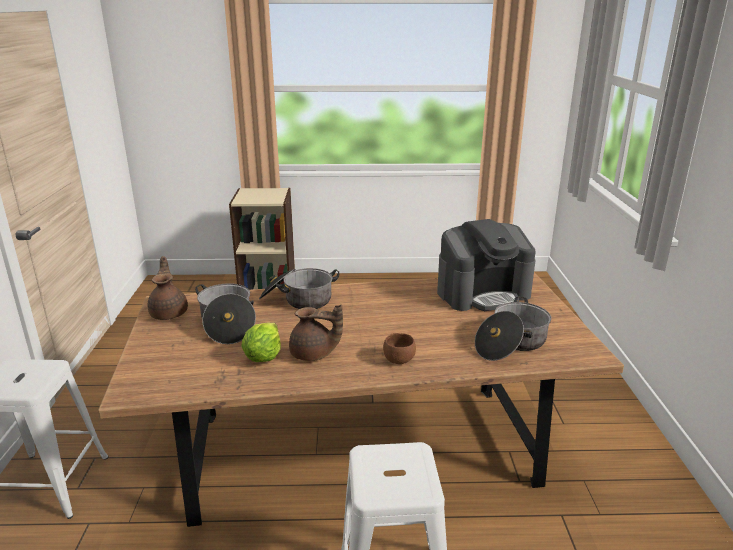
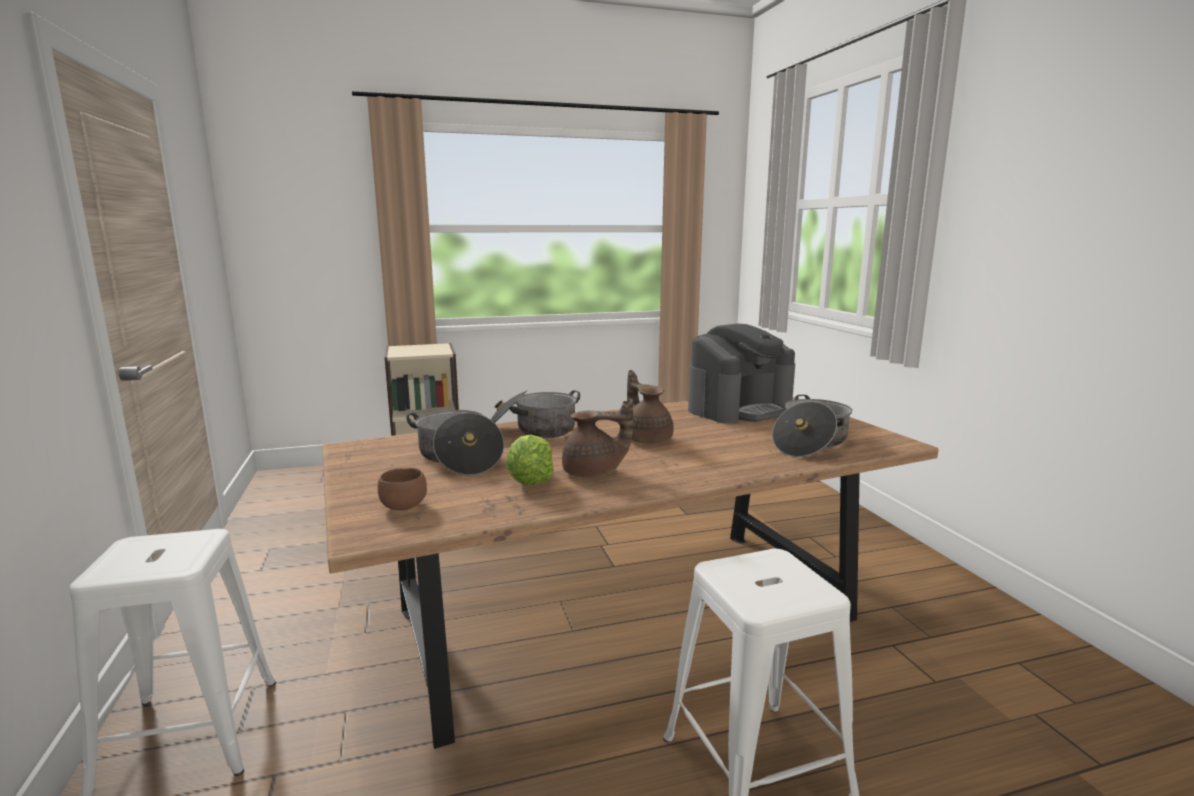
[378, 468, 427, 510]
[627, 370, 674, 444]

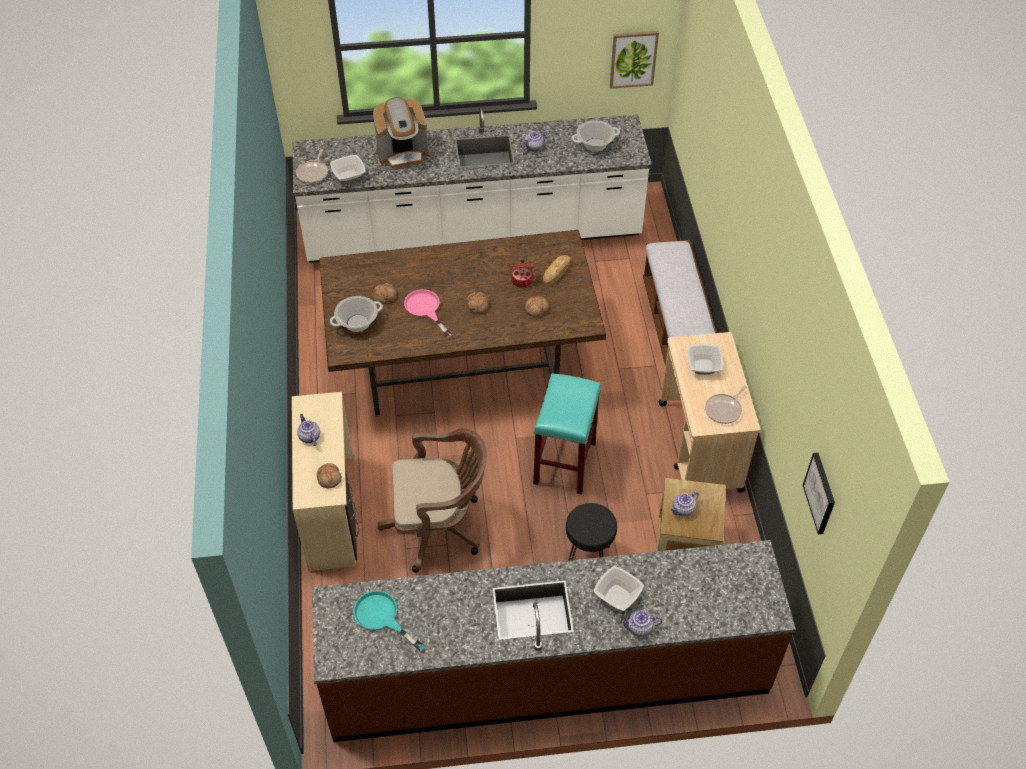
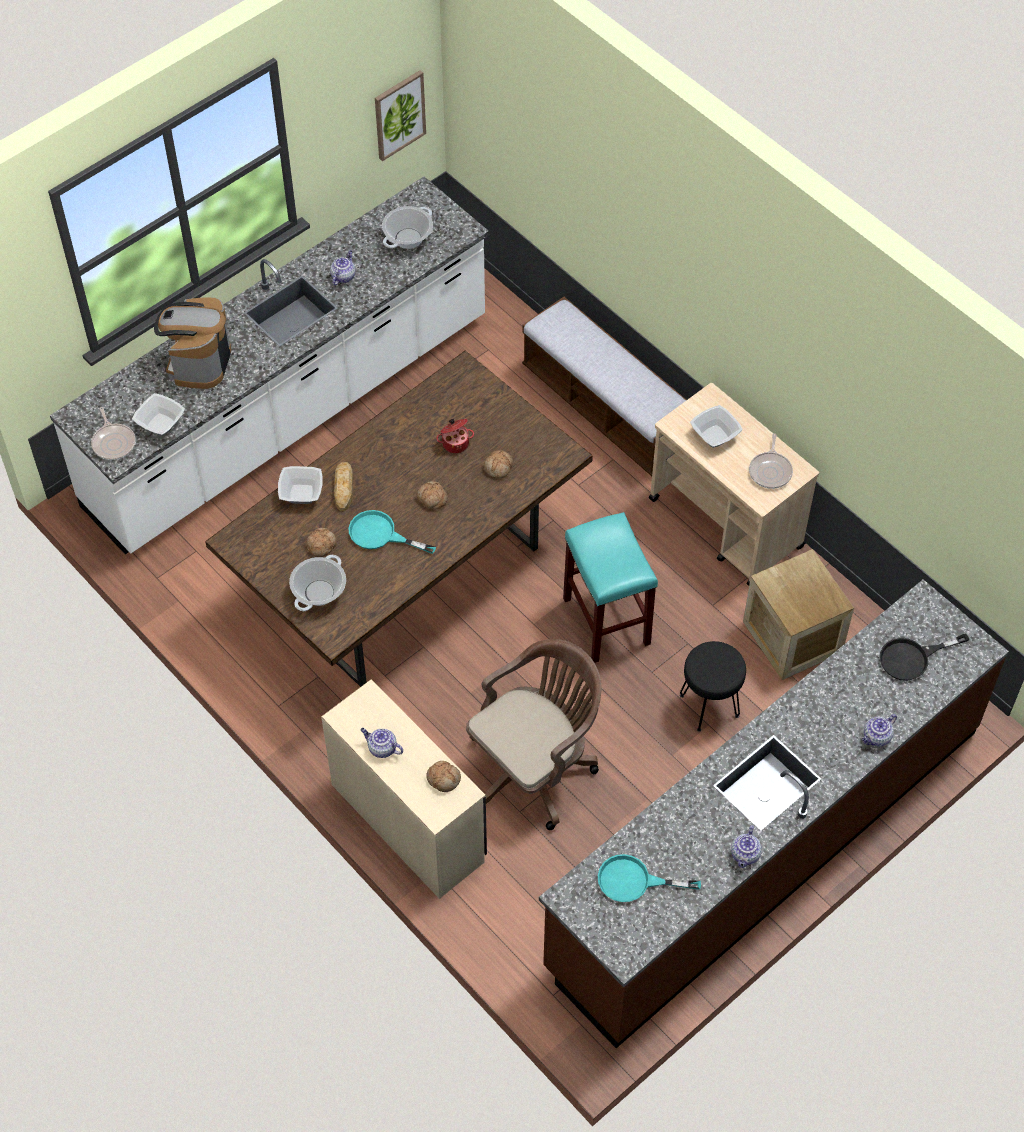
[154, 298, 231, 389]
[278, 466, 322, 504]
[334, 462, 353, 511]
[348, 510, 436, 554]
[731, 825, 762, 868]
[880, 633, 970, 681]
[803, 453, 835, 535] (first image)

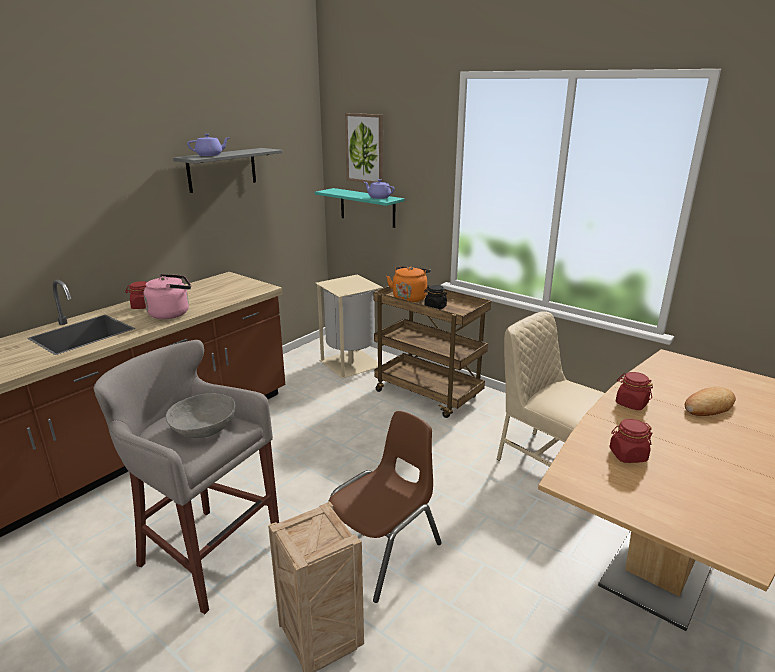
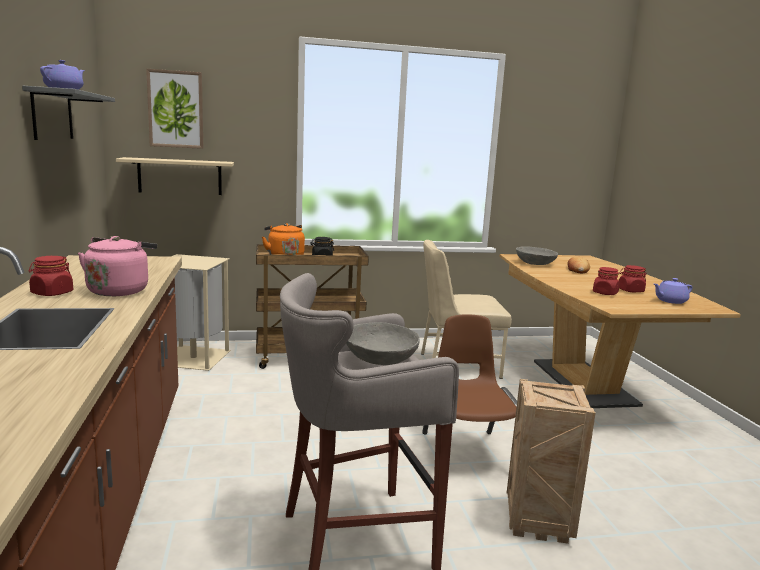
[116, 157, 234, 195]
[516, 246, 558, 265]
[619, 265, 647, 293]
[654, 278, 693, 304]

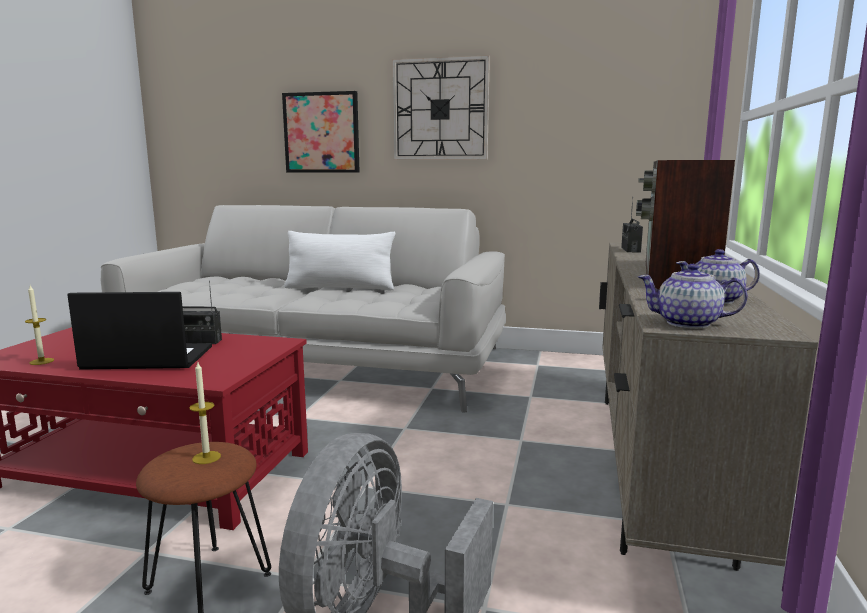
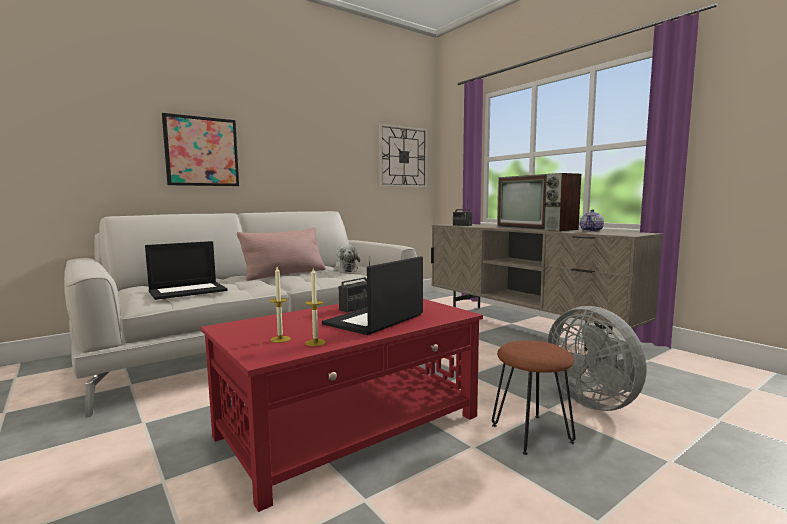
[145, 241, 228, 300]
[237, 227, 326, 281]
[270, 267, 291, 343]
[334, 245, 360, 273]
[379, 123, 427, 187]
[638, 264, 748, 329] (first image)

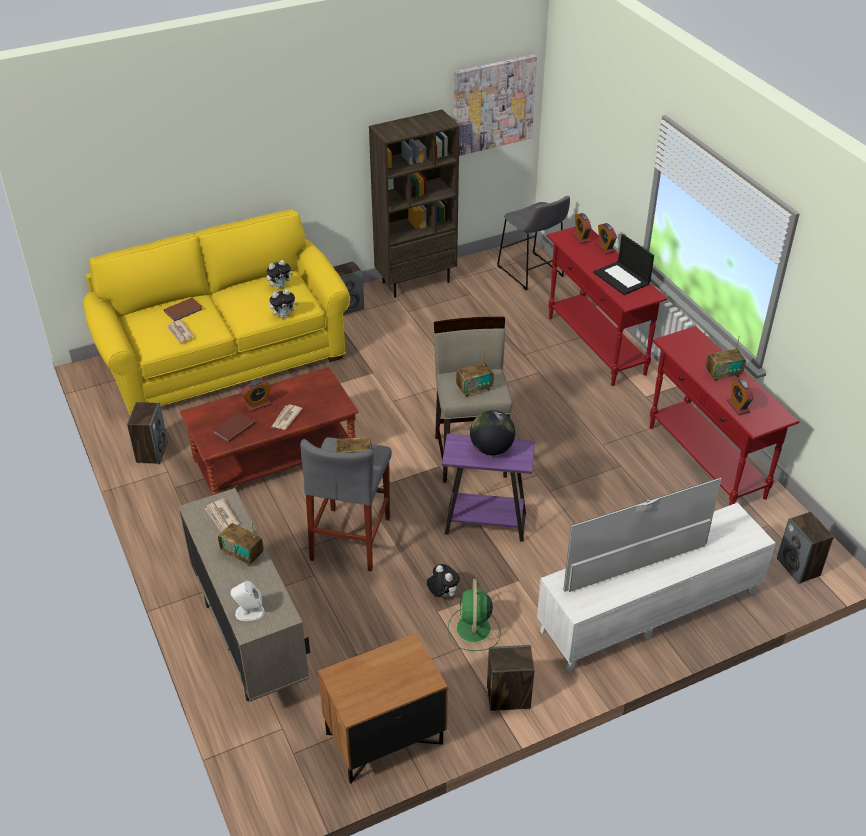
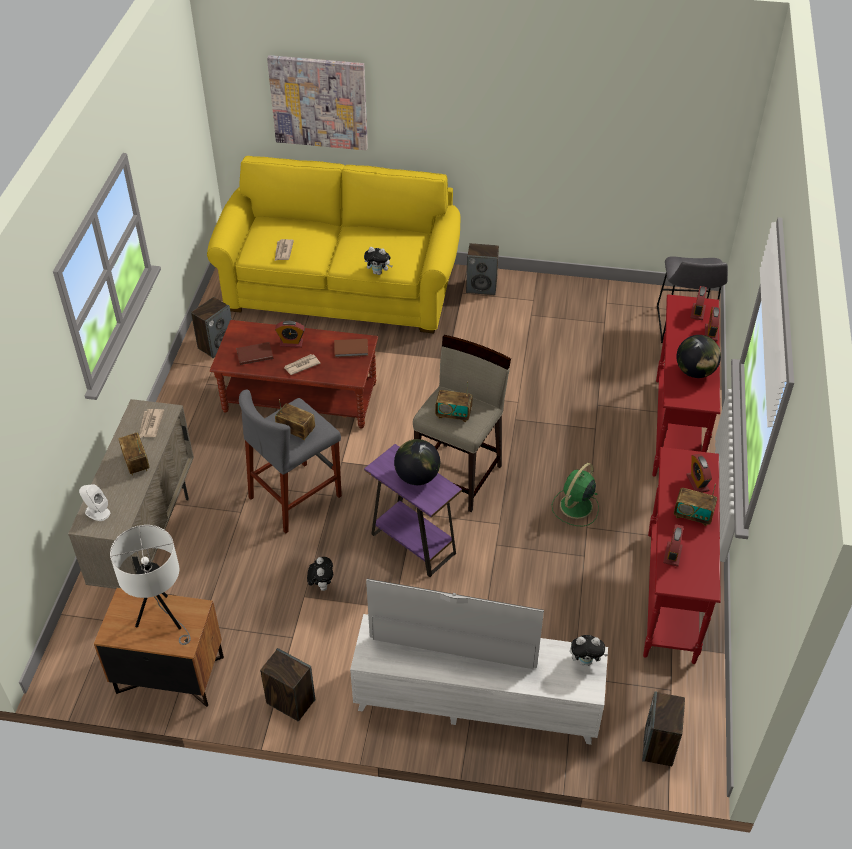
[110, 525, 191, 645]
[267, 55, 368, 150]
[334, 339, 368, 357]
[552, 463, 599, 526]
[570, 635, 608, 666]
[676, 335, 721, 378]
[686, 454, 712, 492]
[369, 109, 460, 298] (first image)

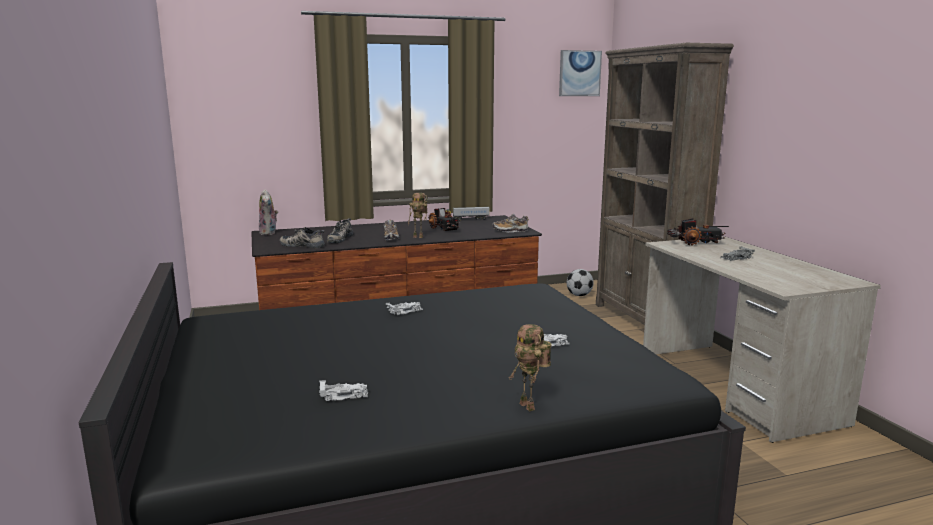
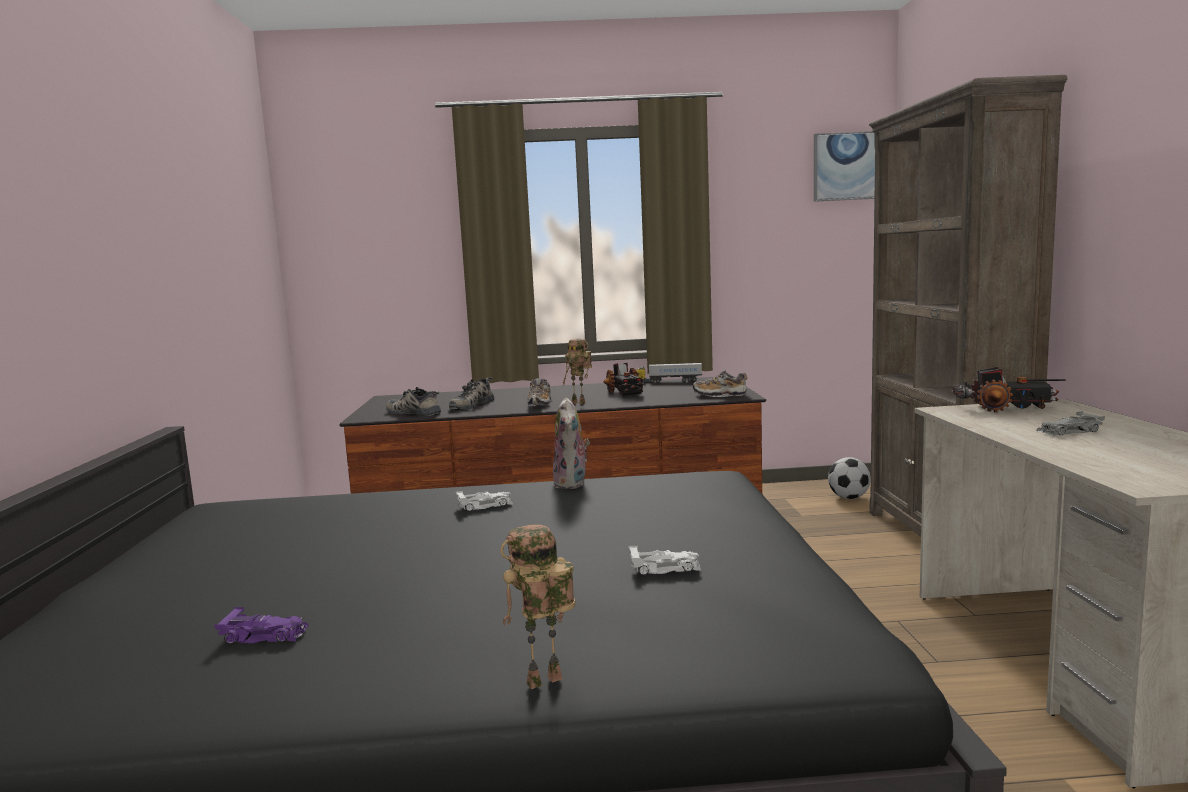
[214, 607, 309, 644]
[500, 524, 575, 689]
[553, 397, 590, 489]

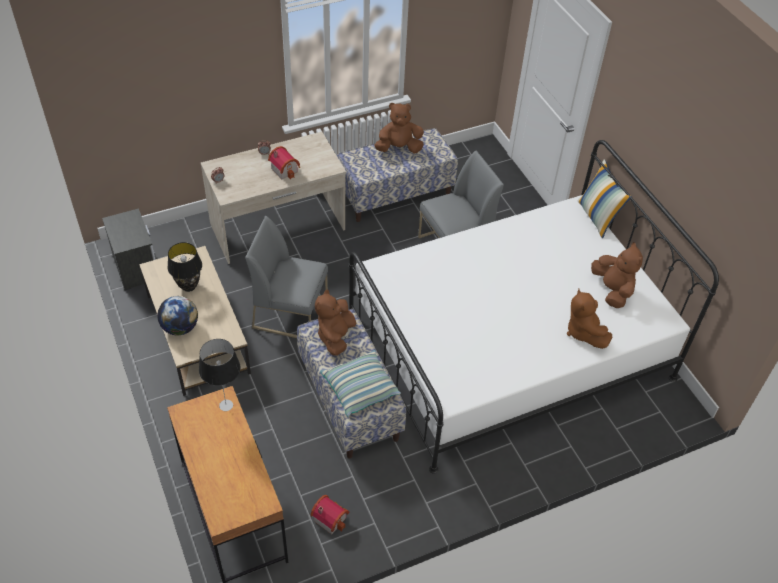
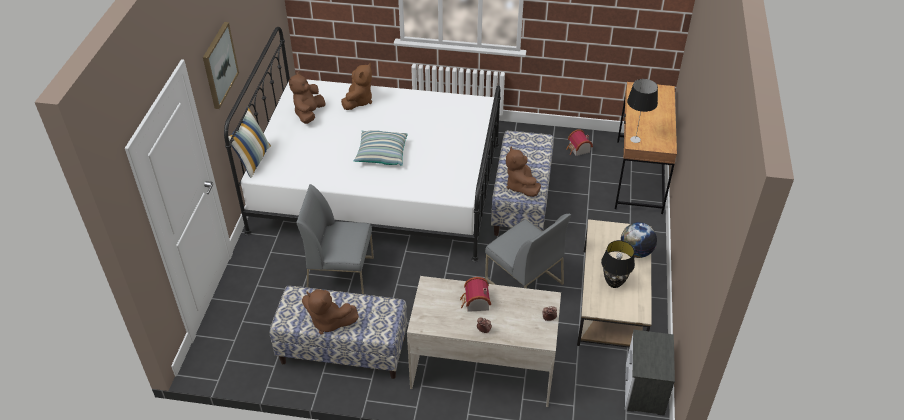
[203, 22, 239, 109]
[354, 130, 407, 166]
[506, 146, 541, 197]

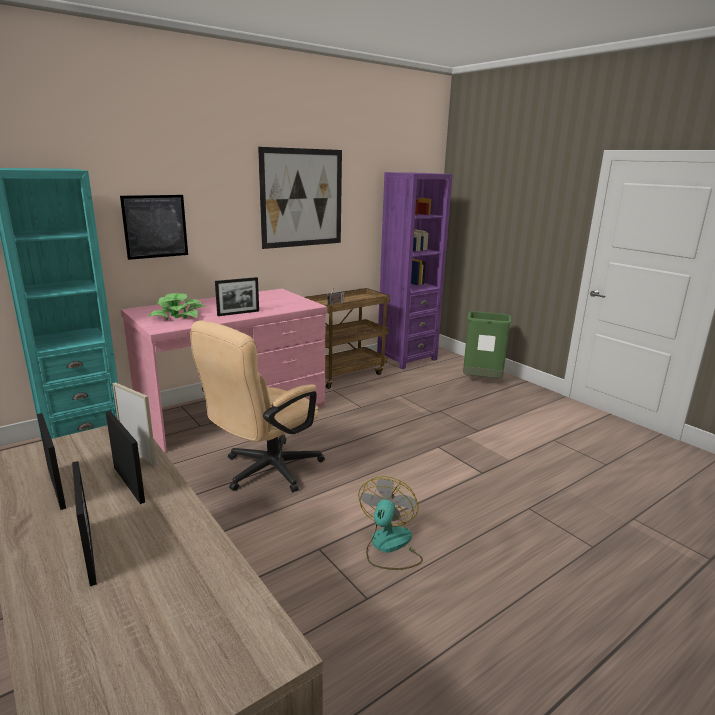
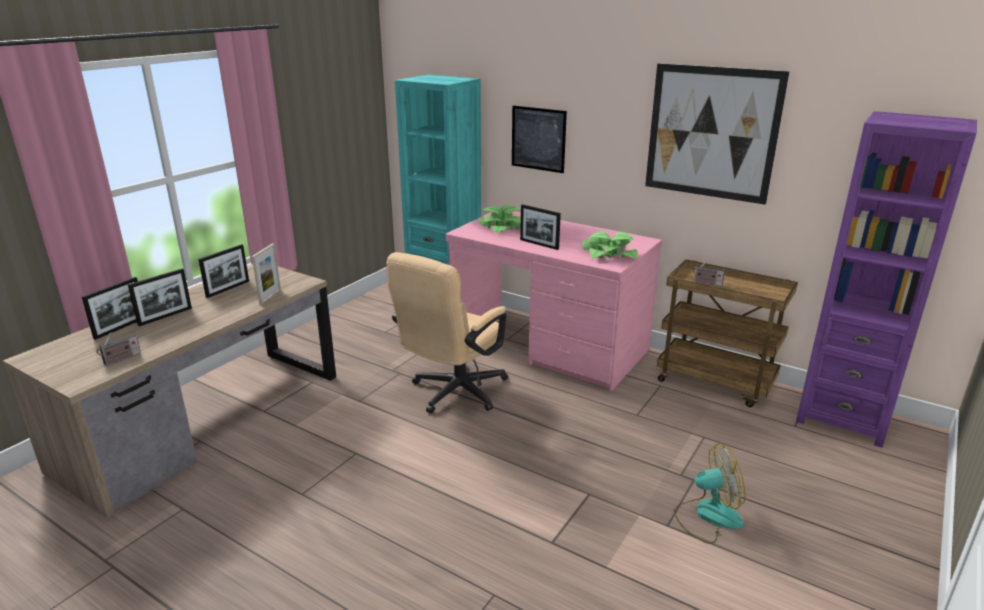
[82, 277, 138, 340]
[97, 332, 141, 366]
[386, 252, 508, 414]
[581, 231, 638, 259]
[673, 443, 746, 544]
[463, 311, 511, 378] (first image)

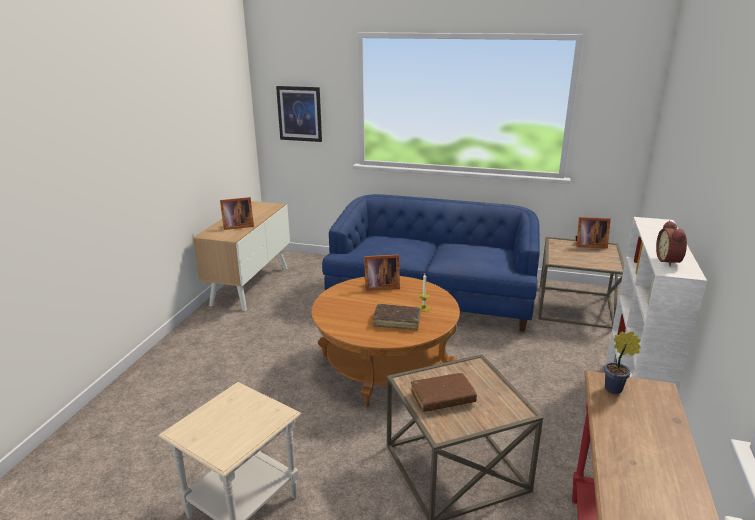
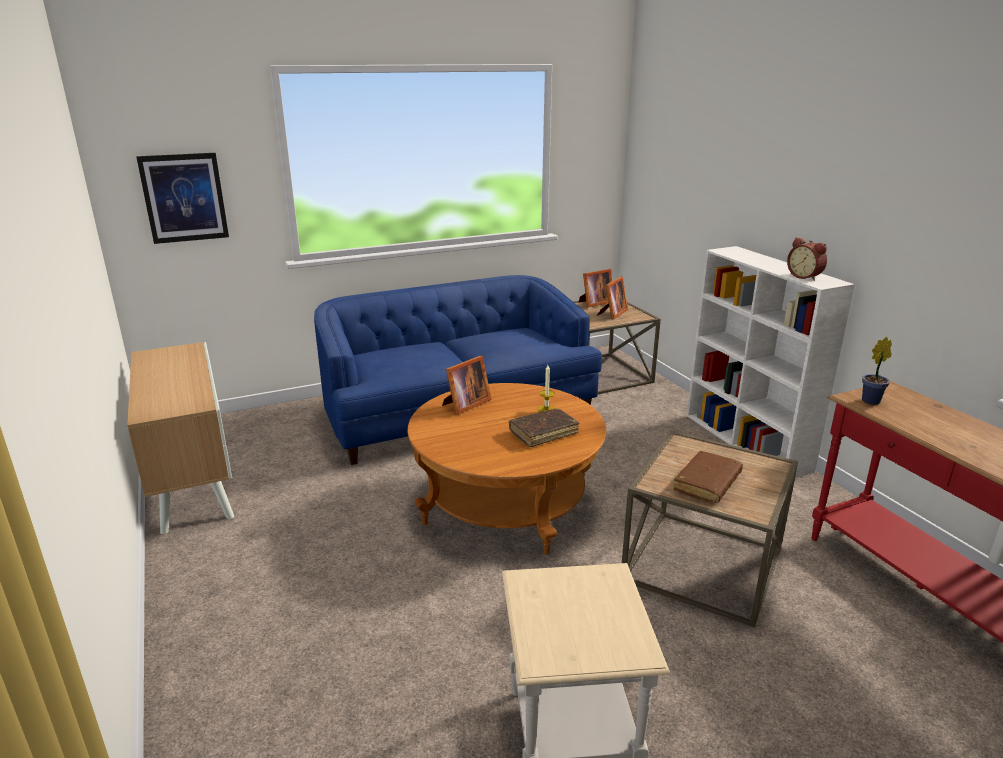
[597, 277, 628, 319]

